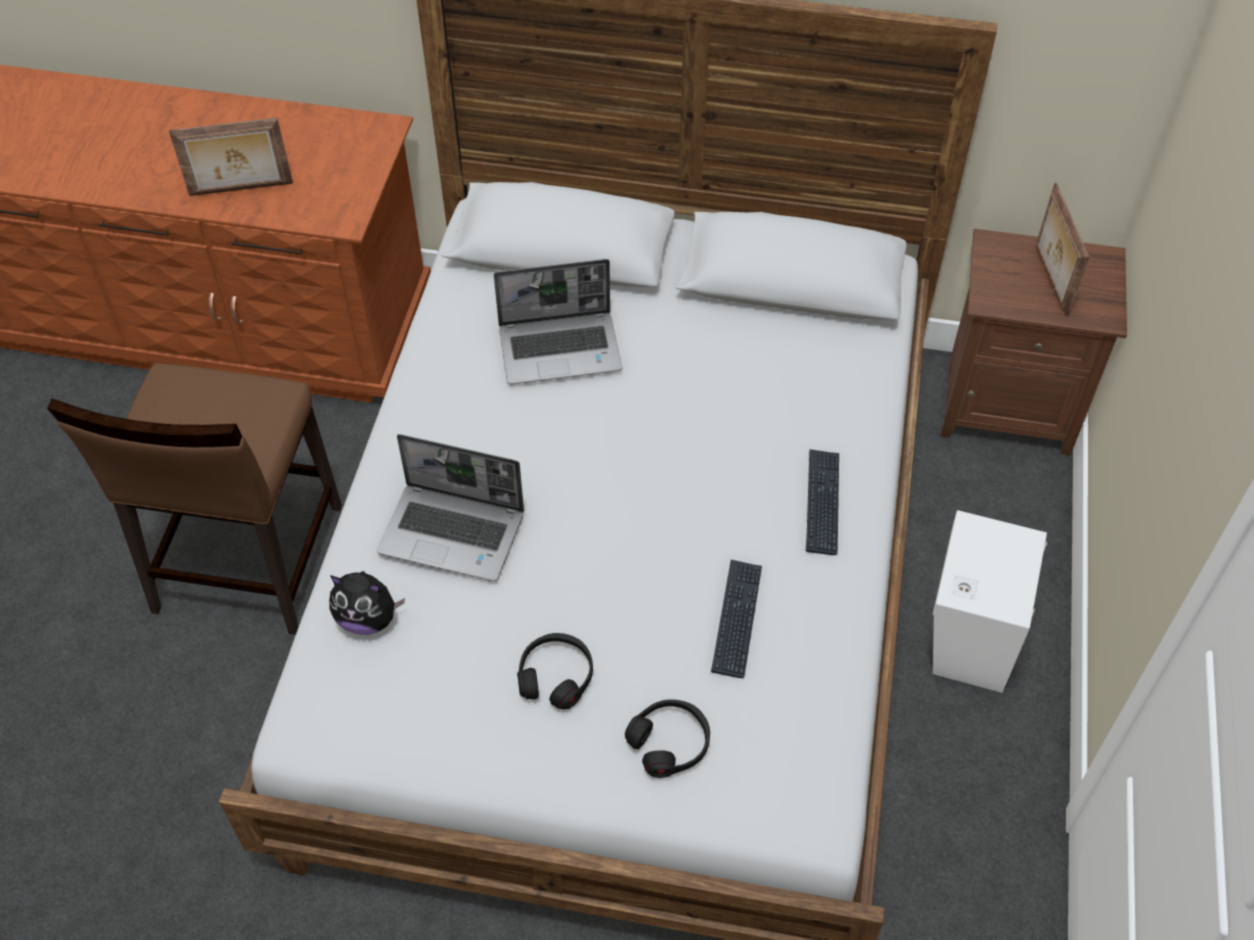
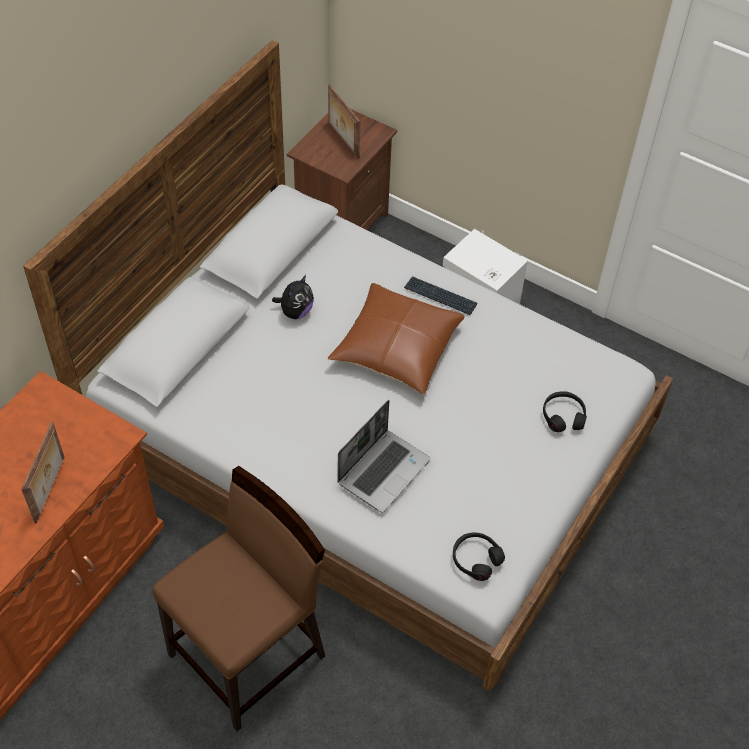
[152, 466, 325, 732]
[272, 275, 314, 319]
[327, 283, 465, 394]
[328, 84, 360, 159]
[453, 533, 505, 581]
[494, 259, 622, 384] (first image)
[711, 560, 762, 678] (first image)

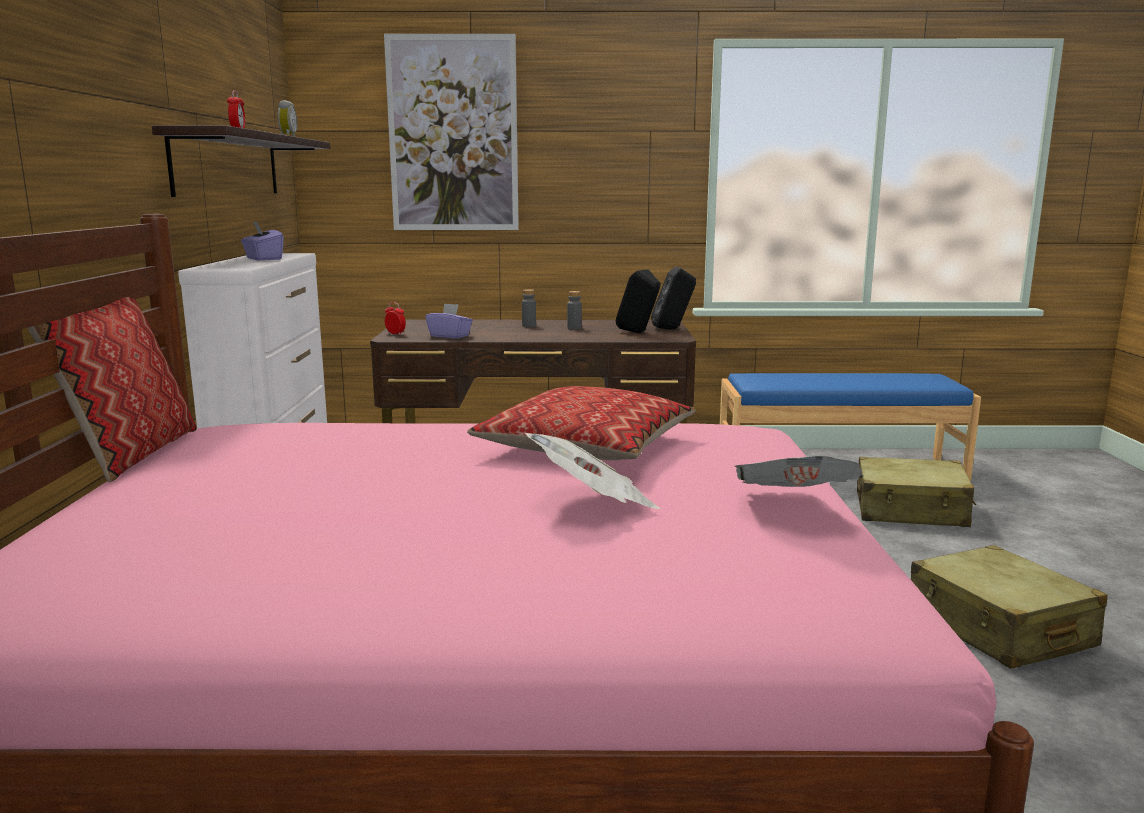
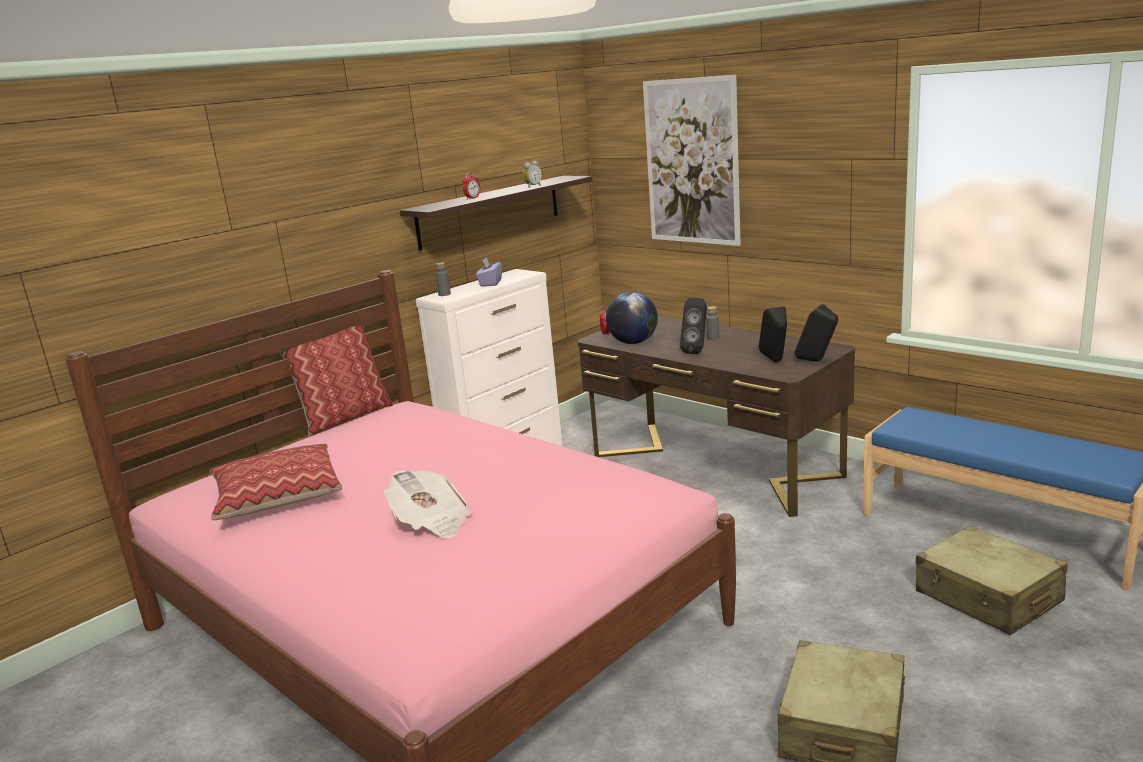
[210, 444, 342, 520]
[435, 262, 451, 296]
[606, 292, 658, 344]
[680, 298, 707, 354]
[735, 456, 863, 487] (first image)

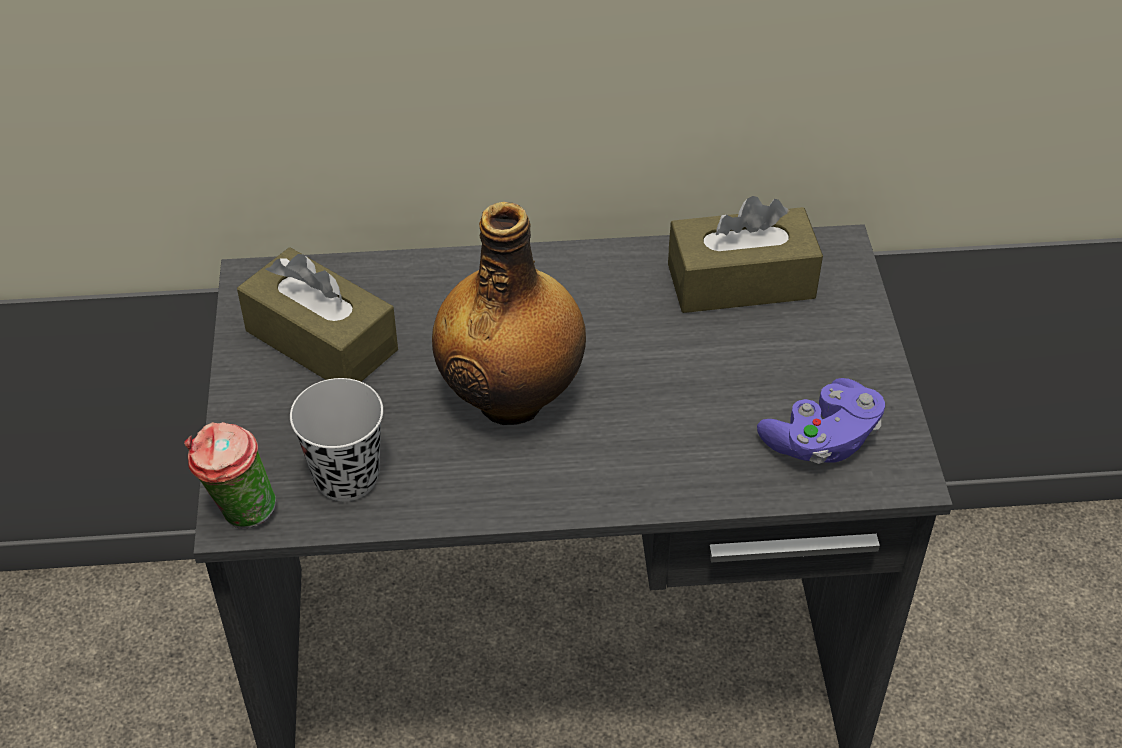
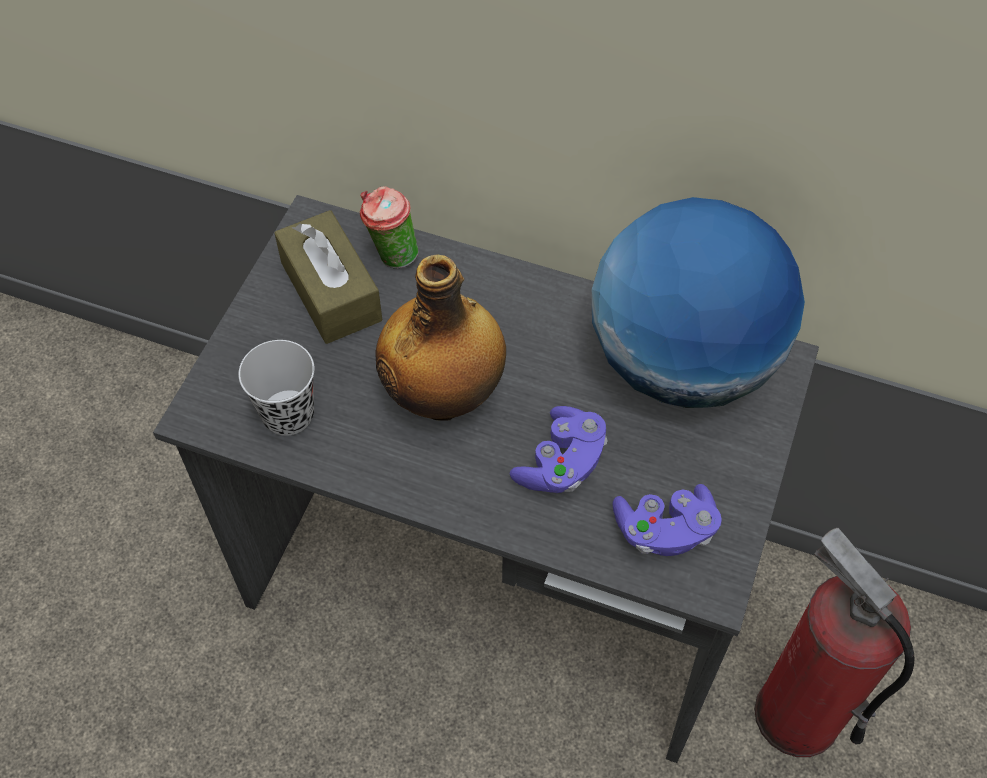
[360, 186, 419, 268]
[510, 406, 608, 493]
[592, 197, 805, 408]
[754, 528, 914, 757]

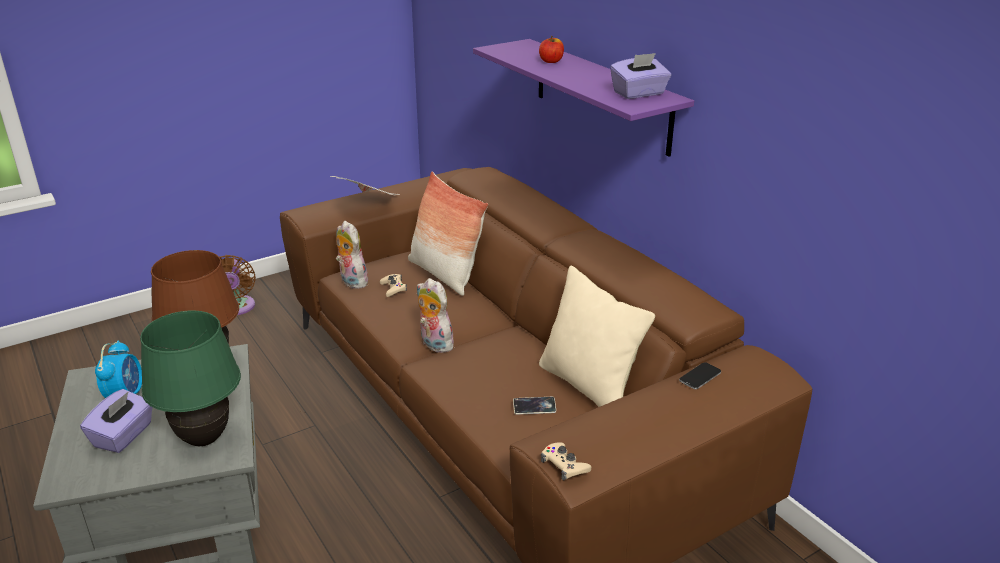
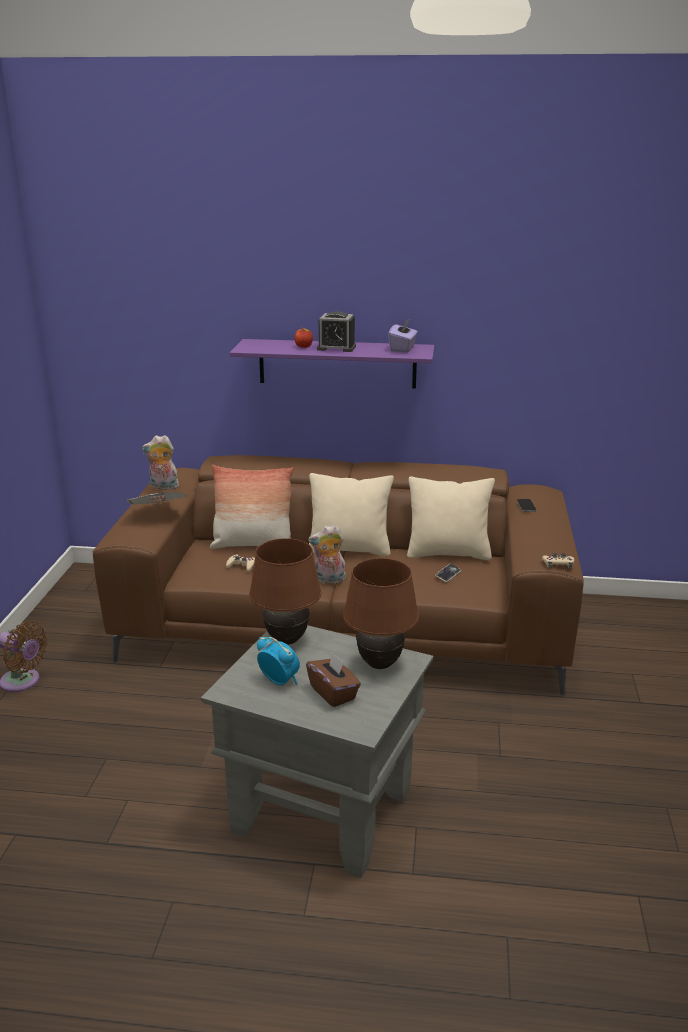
[142, 435, 179, 490]
[306, 653, 361, 707]
[309, 473, 394, 556]
[317, 311, 356, 352]
[343, 558, 419, 669]

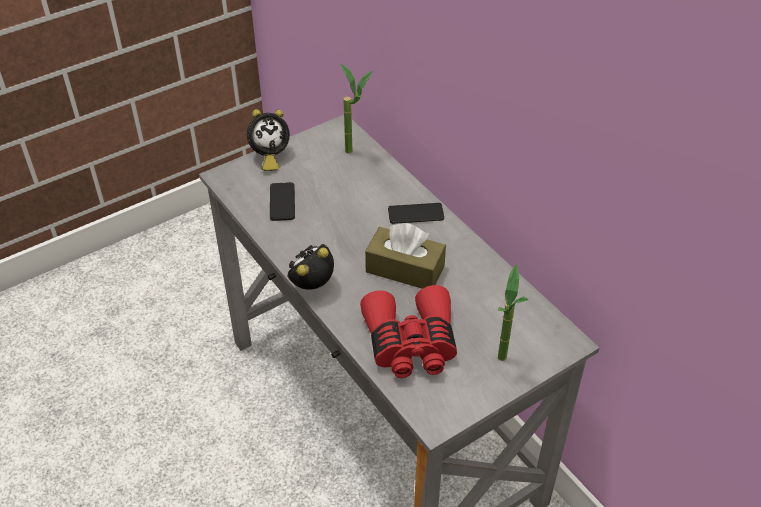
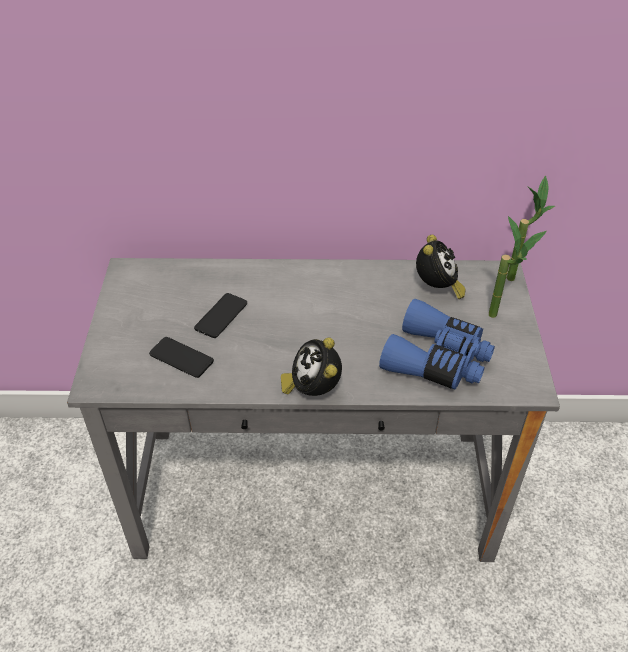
[194, 293, 247, 338]
[379, 299, 495, 390]
[416, 235, 466, 299]
[507, 176, 555, 281]
[365, 223, 446, 289] (first image)

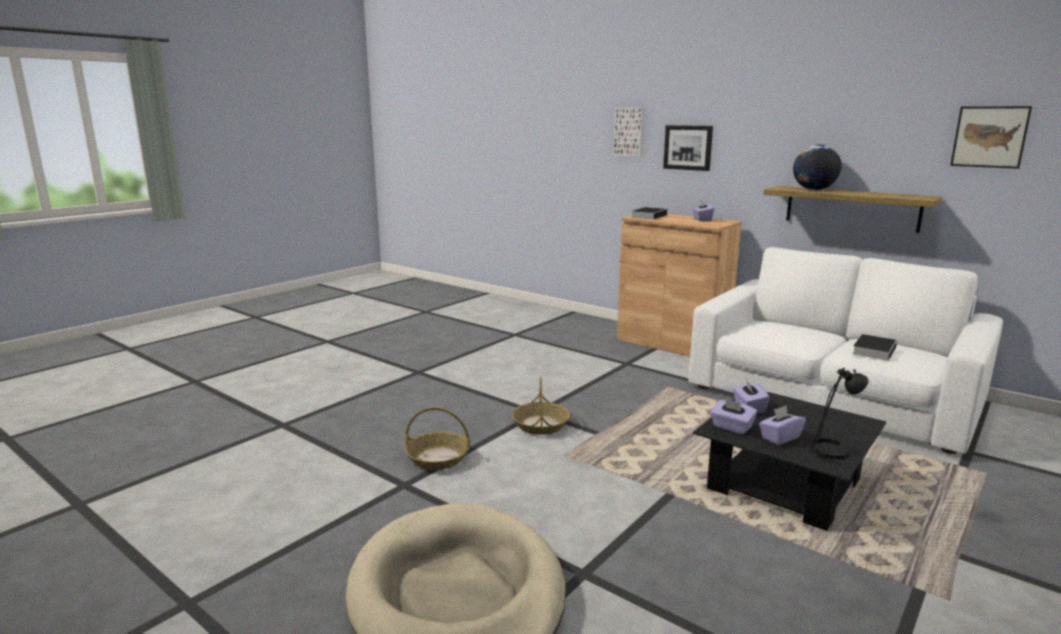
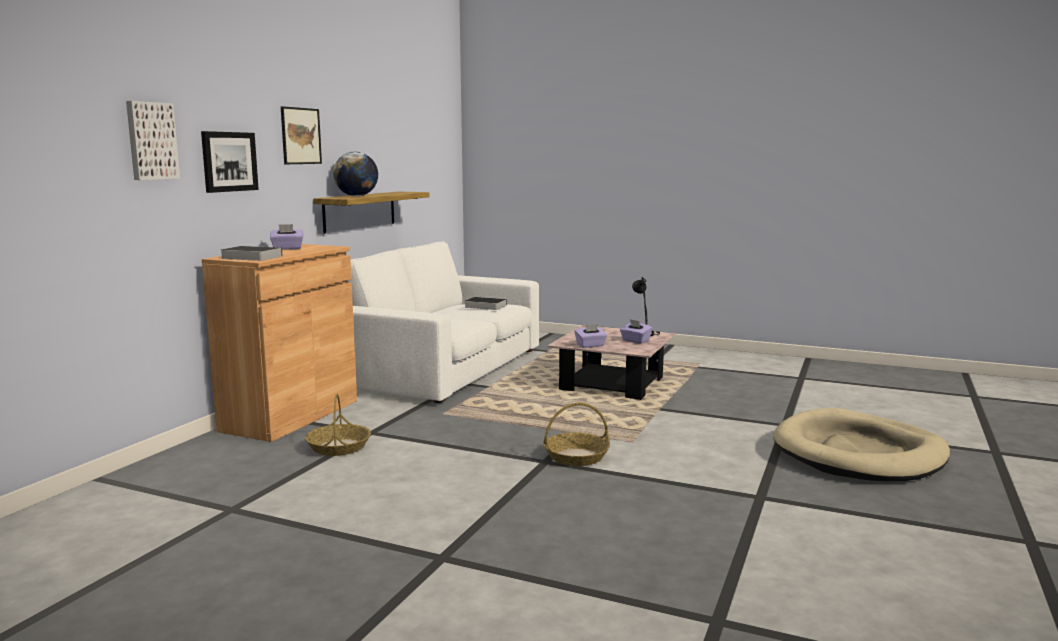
[281, 106, 322, 164]
[305, 393, 371, 456]
[547, 325, 676, 400]
[710, 399, 757, 435] (first image)

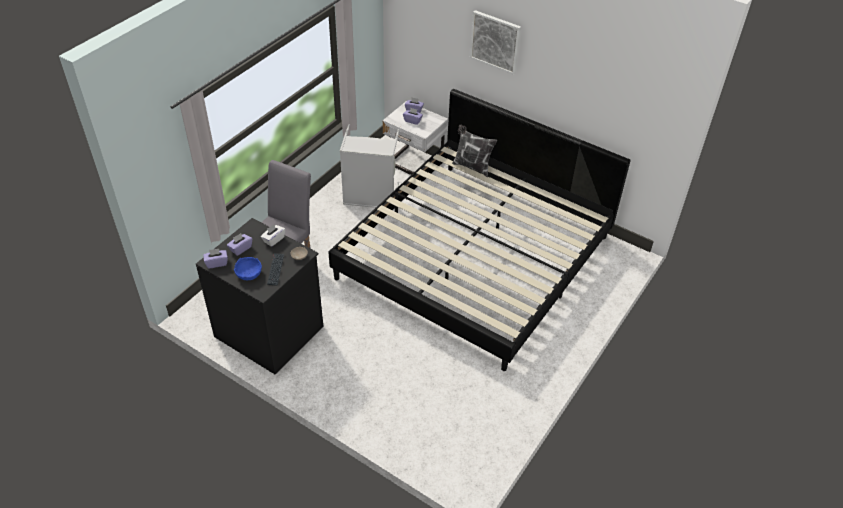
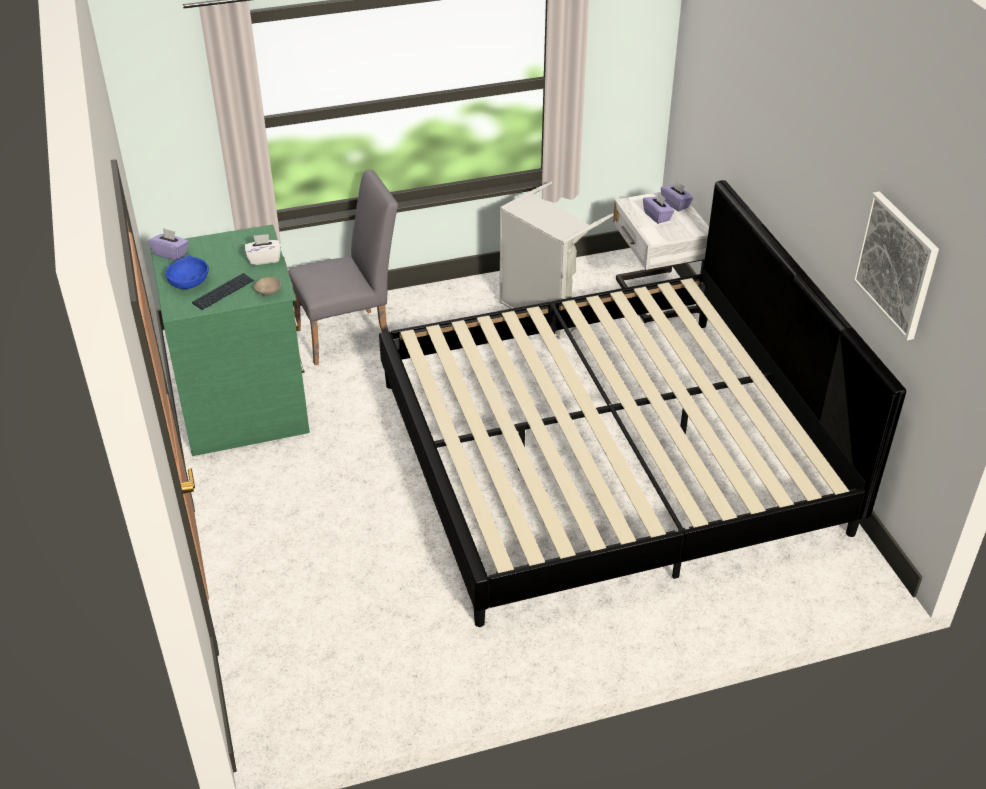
[150, 225, 310, 456]
[852, 191, 939, 340]
[227, 233, 252, 256] (first image)
[452, 125, 497, 177] (first image)

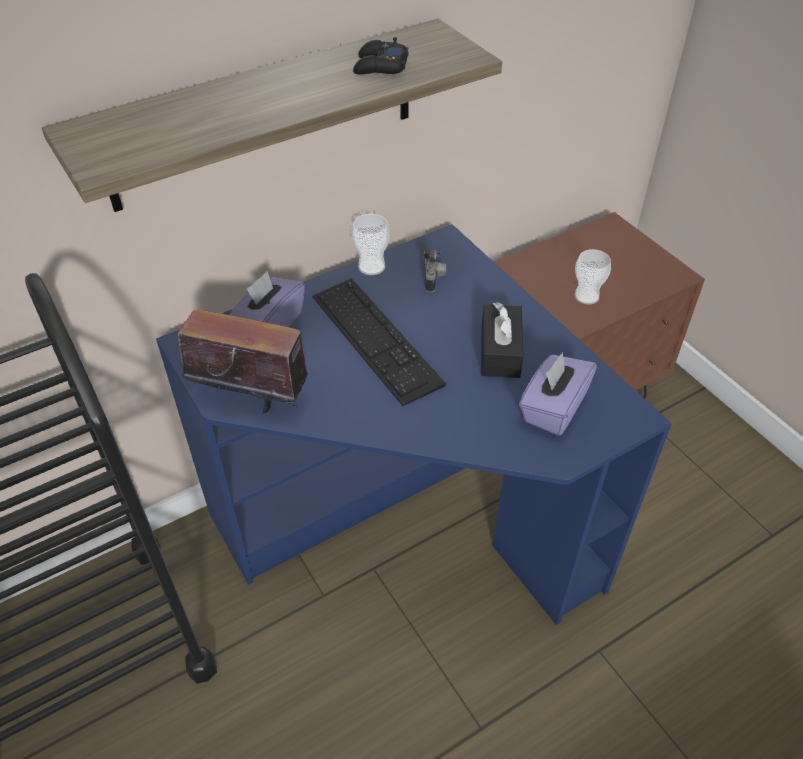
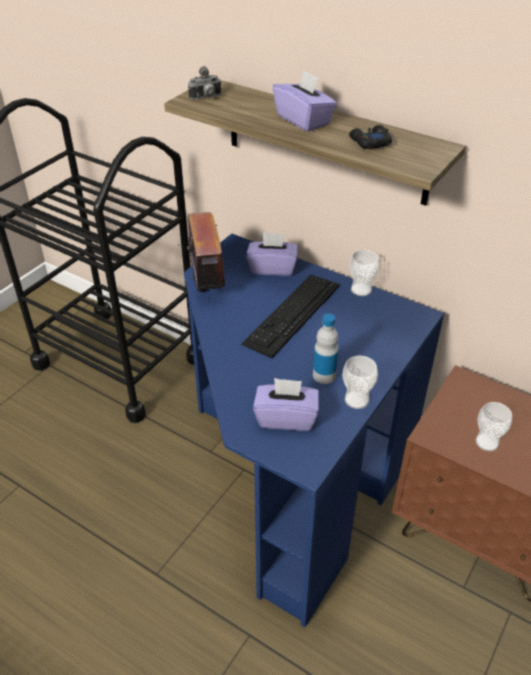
[188, 66, 222, 100]
[273, 69, 337, 132]
[313, 314, 339, 384]
[343, 356, 378, 409]

